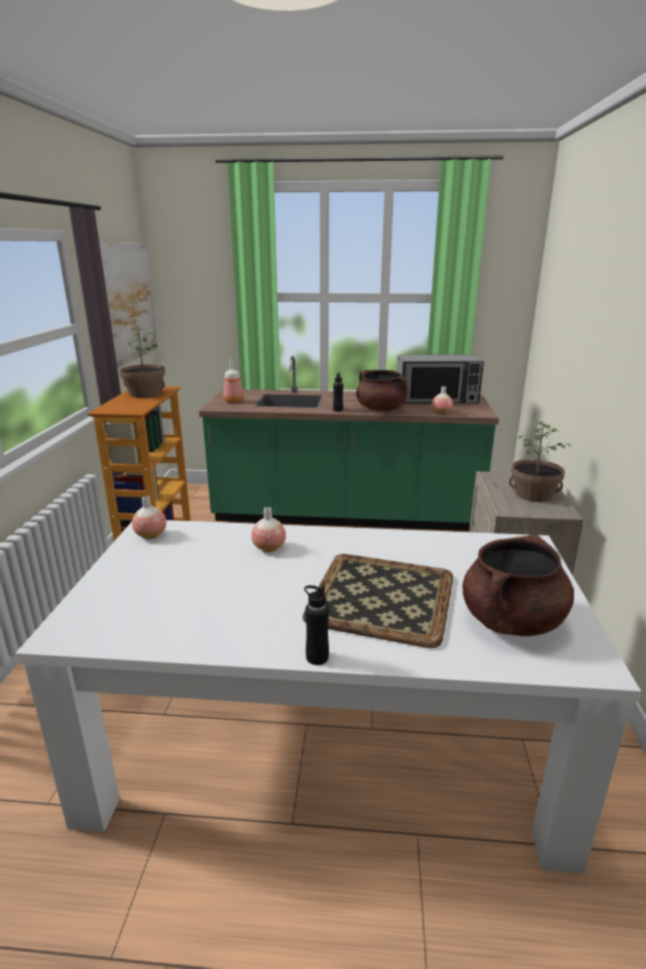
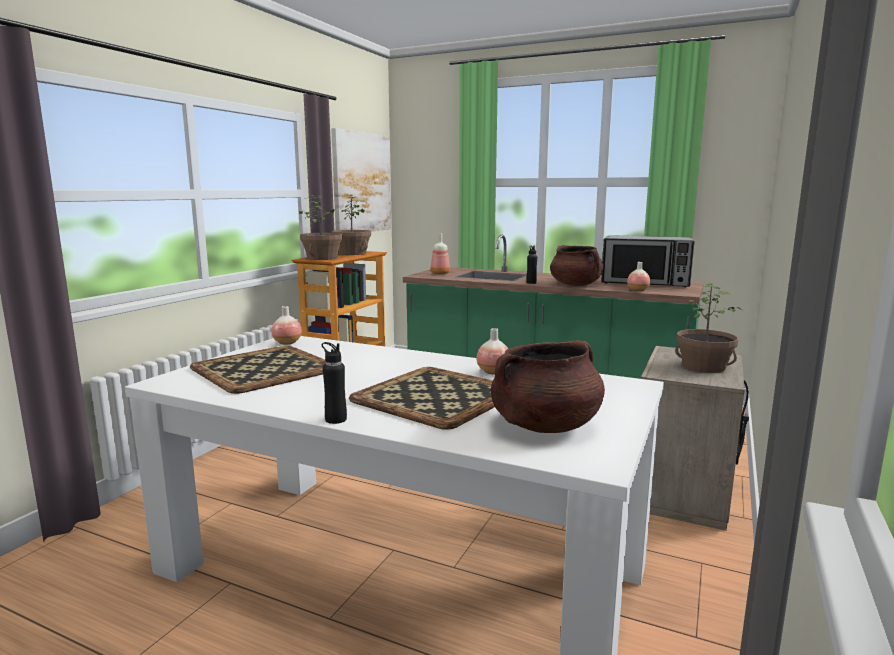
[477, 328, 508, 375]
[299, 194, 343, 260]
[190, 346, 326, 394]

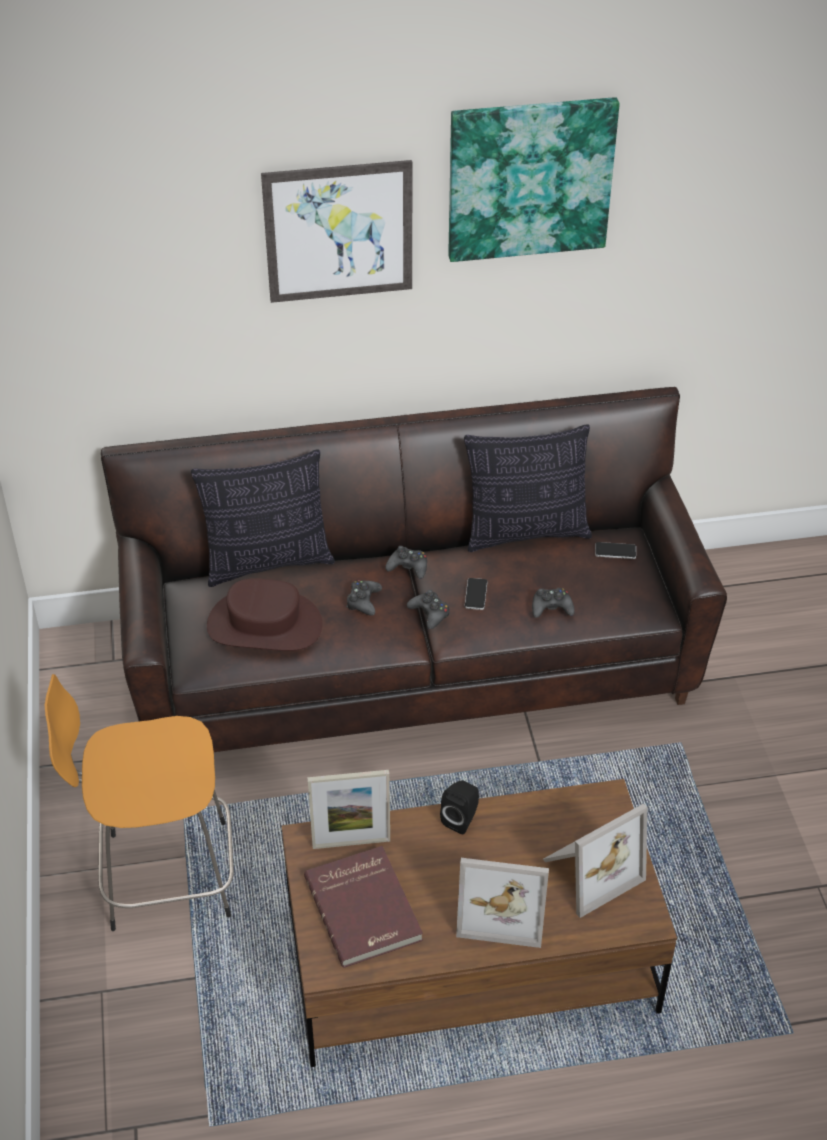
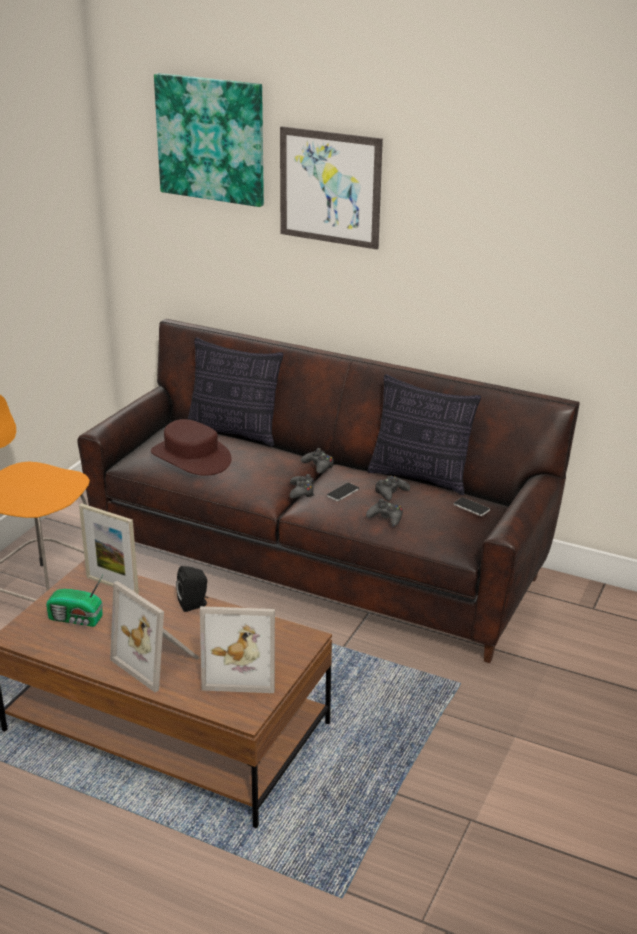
[154, 73, 264, 207]
[375, 476, 410, 501]
[46, 575, 103, 627]

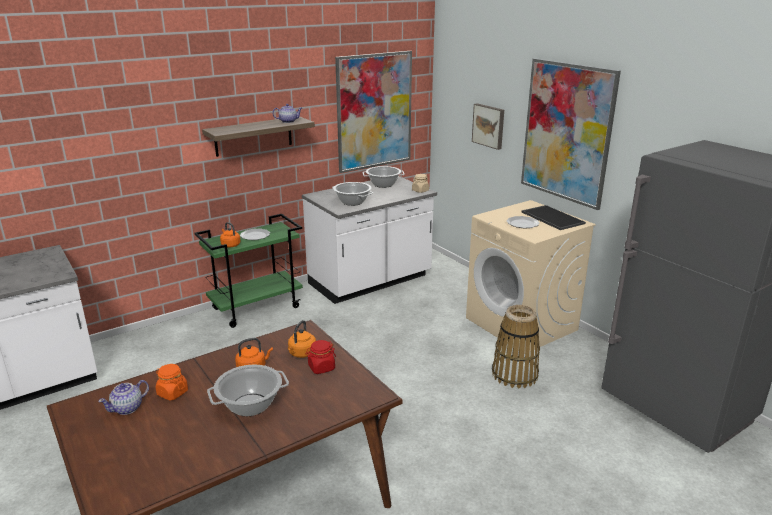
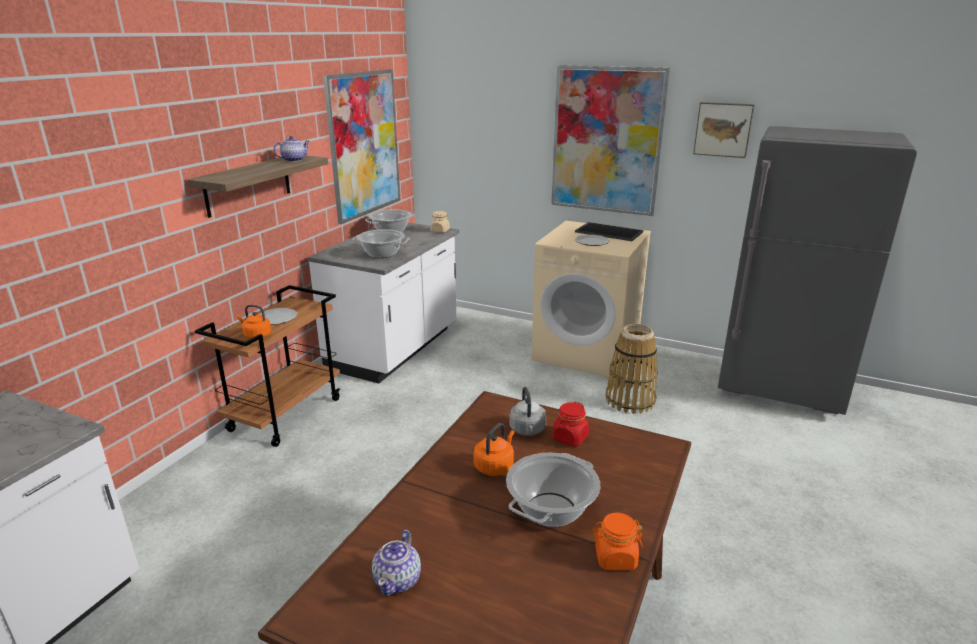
[693, 102, 755, 158]
[195, 285, 340, 447]
[509, 387, 546, 436]
[592, 513, 643, 570]

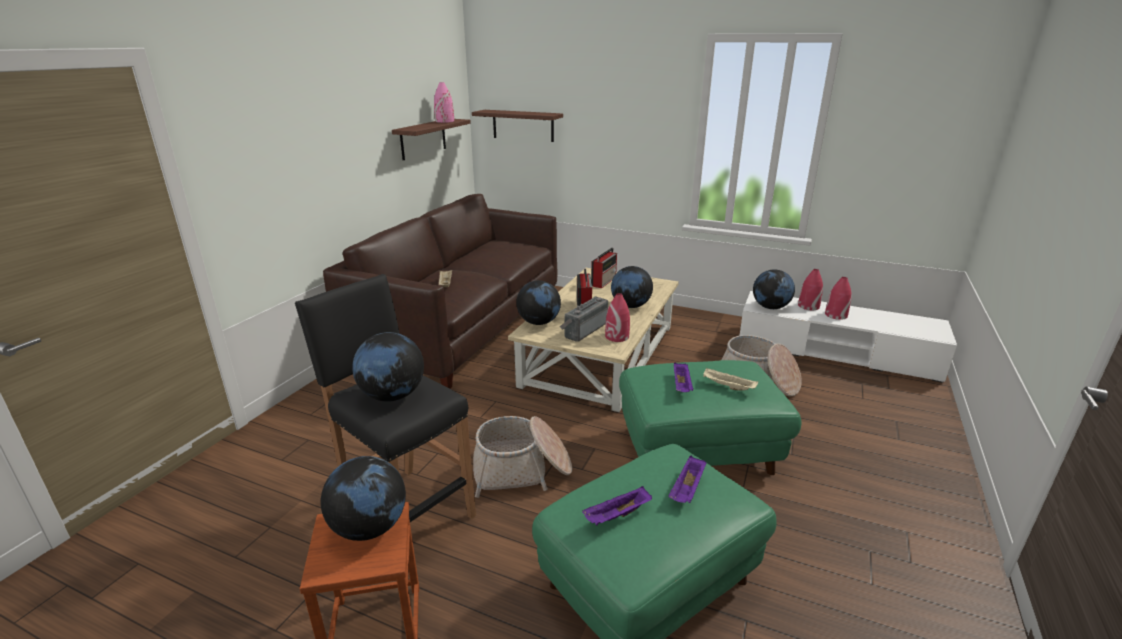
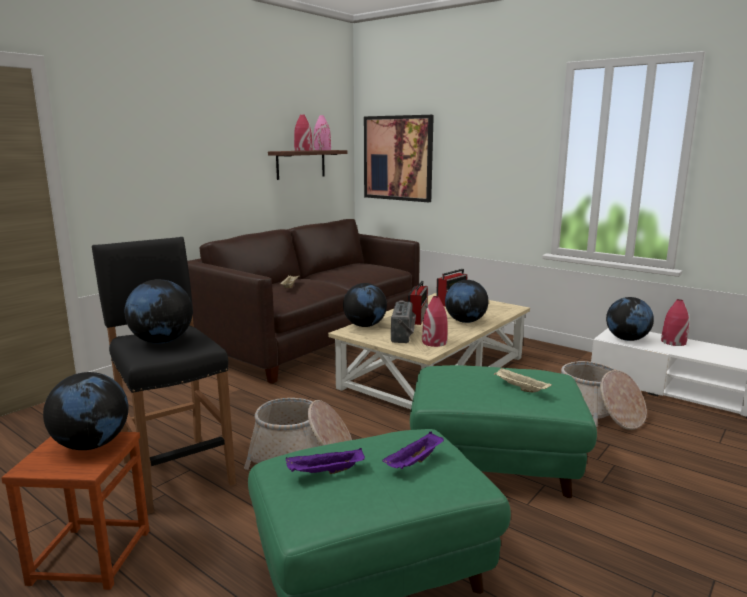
[364, 115, 434, 202]
[294, 115, 312, 151]
[391, 300, 416, 343]
[674, 362, 693, 392] (first image)

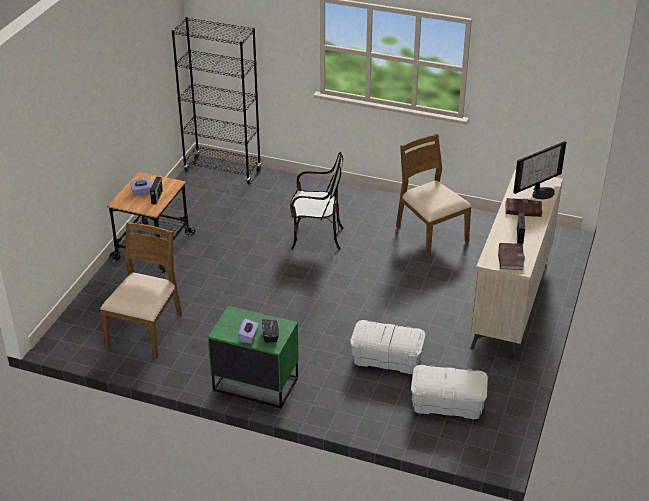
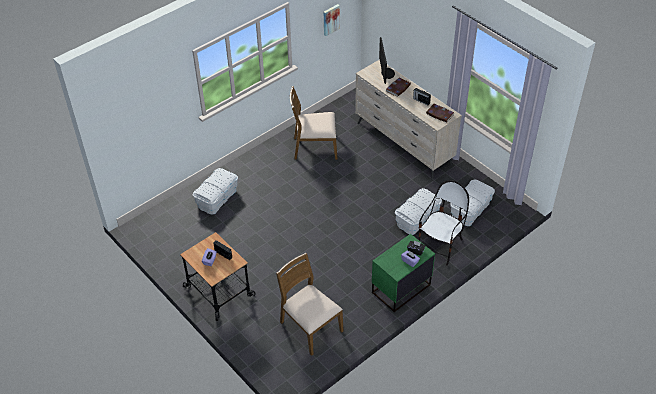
[172, 17, 261, 184] (first image)
[418, 180, 469, 266]
[324, 4, 340, 36]
[193, 168, 238, 215]

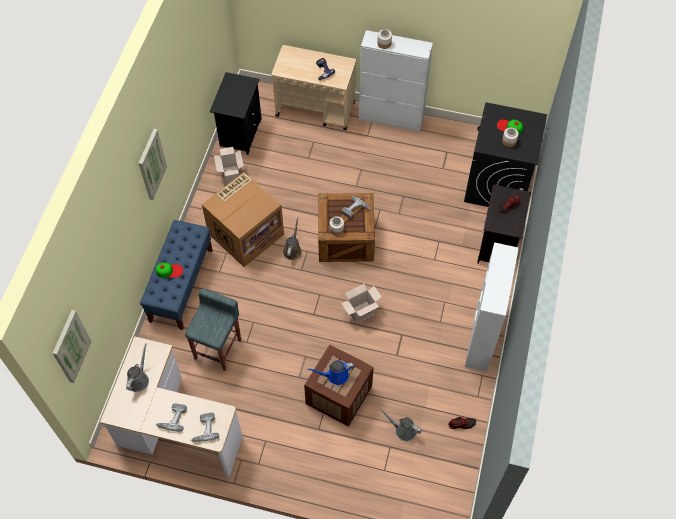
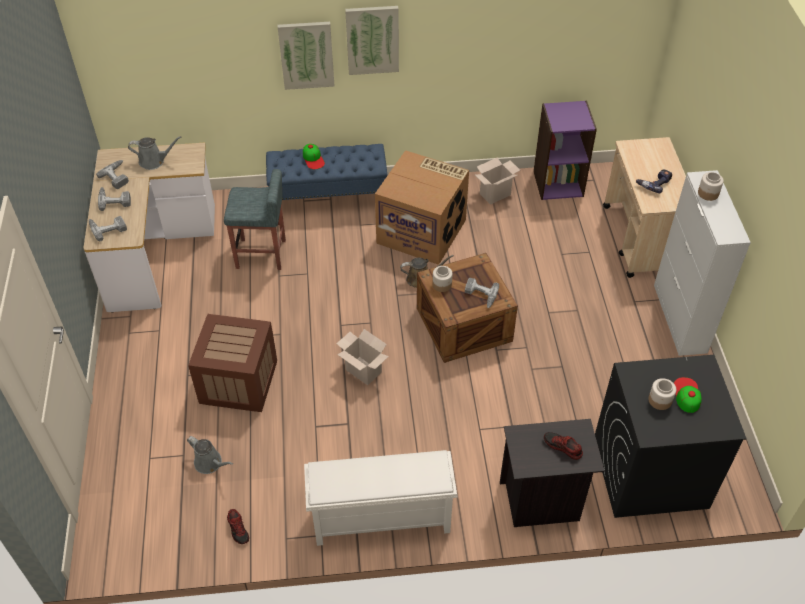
[533, 101, 597, 200]
[304, 450, 457, 546]
[278, 22, 335, 90]
[307, 360, 354, 385] (first image)
[187, 436, 233, 474]
[96, 160, 129, 189]

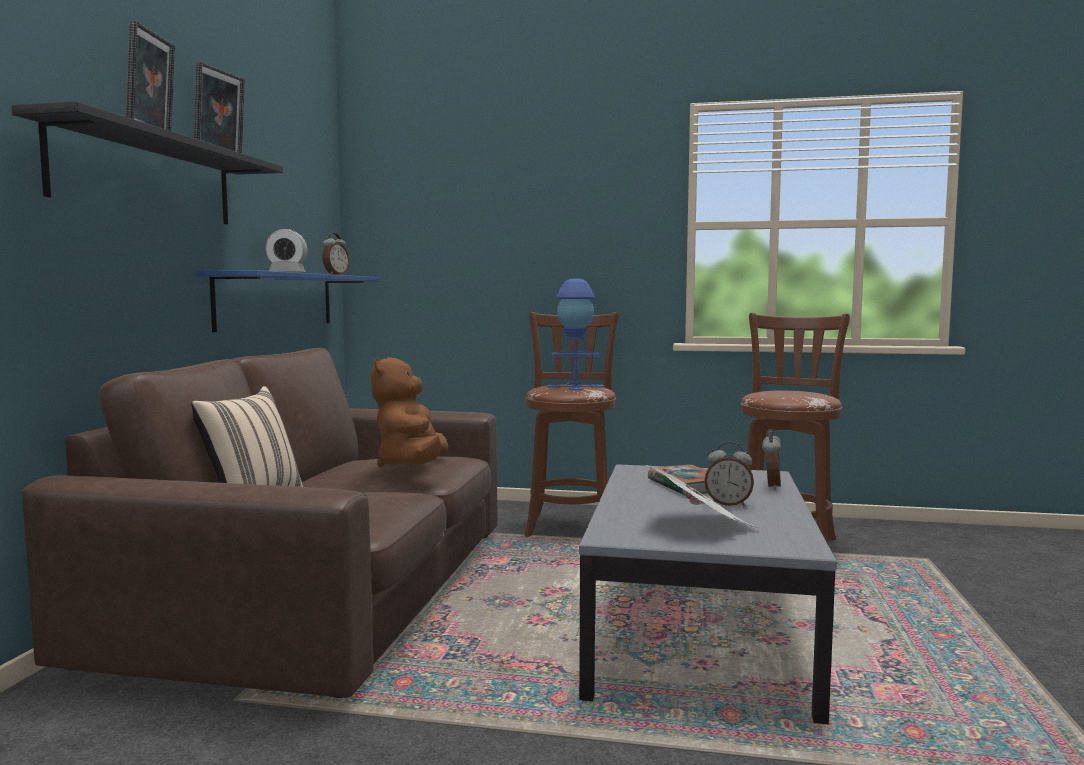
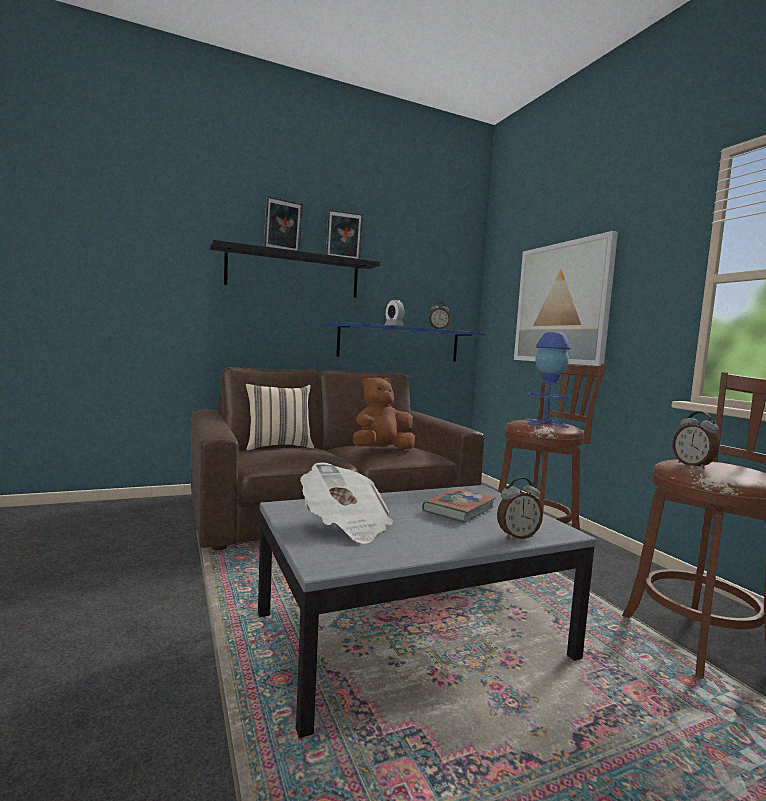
[672, 412, 719, 469]
[514, 231, 618, 366]

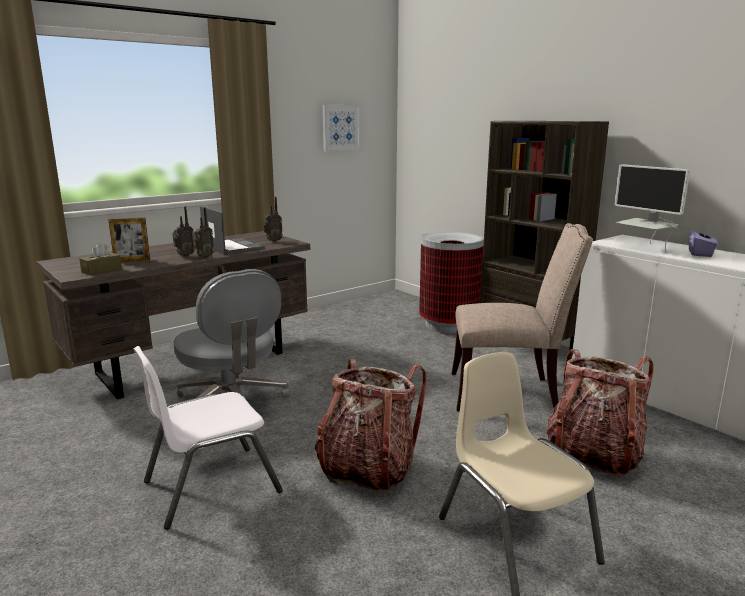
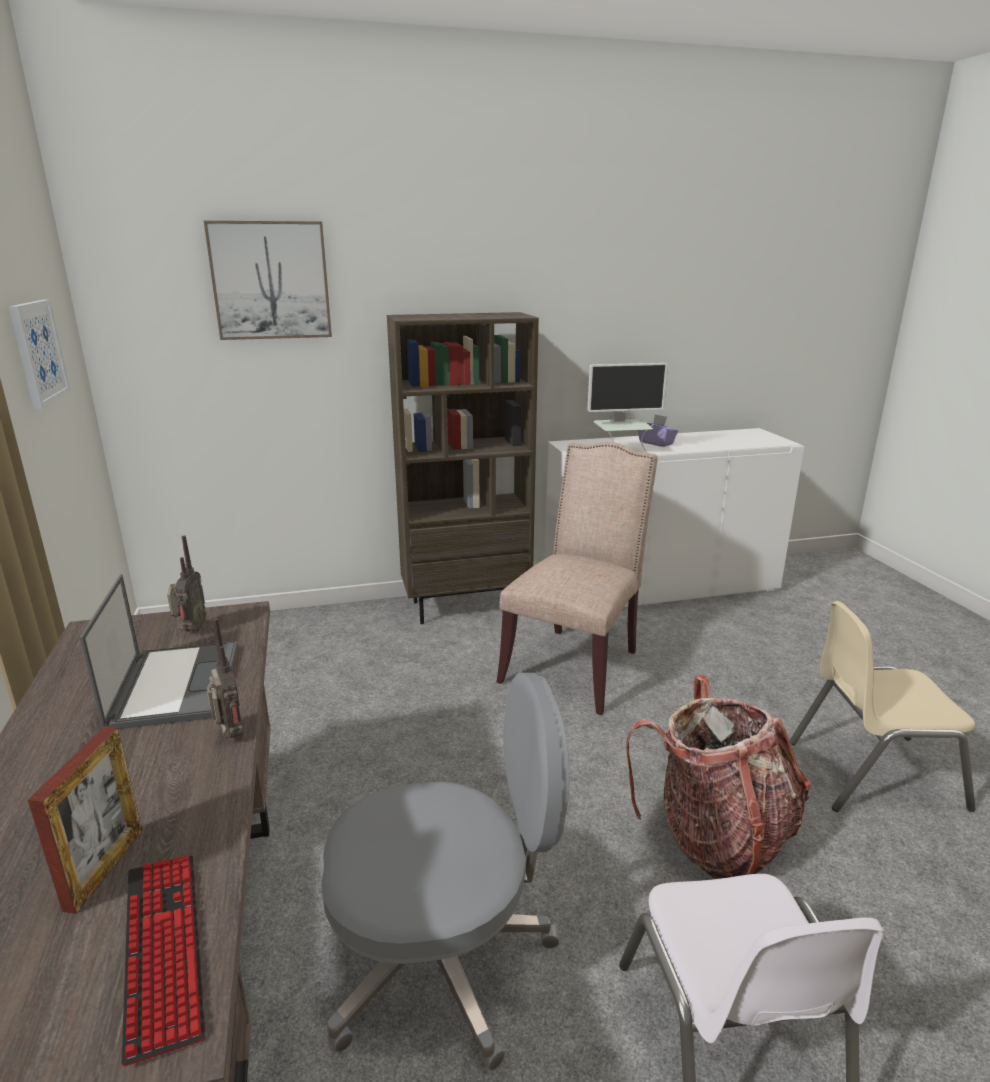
[172, 206, 195, 257] (first image)
[79, 574, 238, 729]
[419, 232, 484, 333] (first image)
[122, 855, 206, 1067]
[546, 349, 654, 477] (first image)
[204, 221, 332, 340]

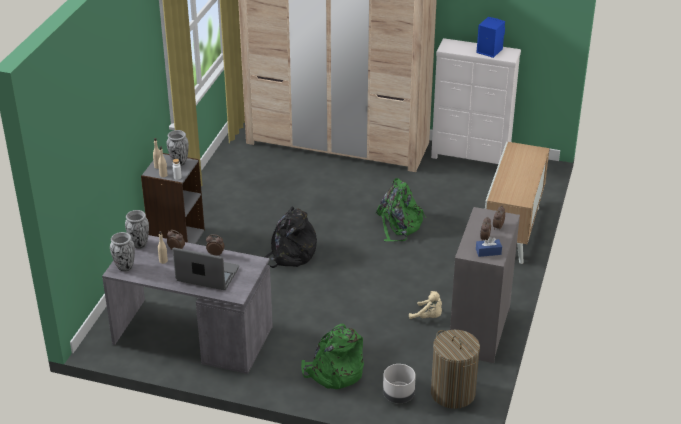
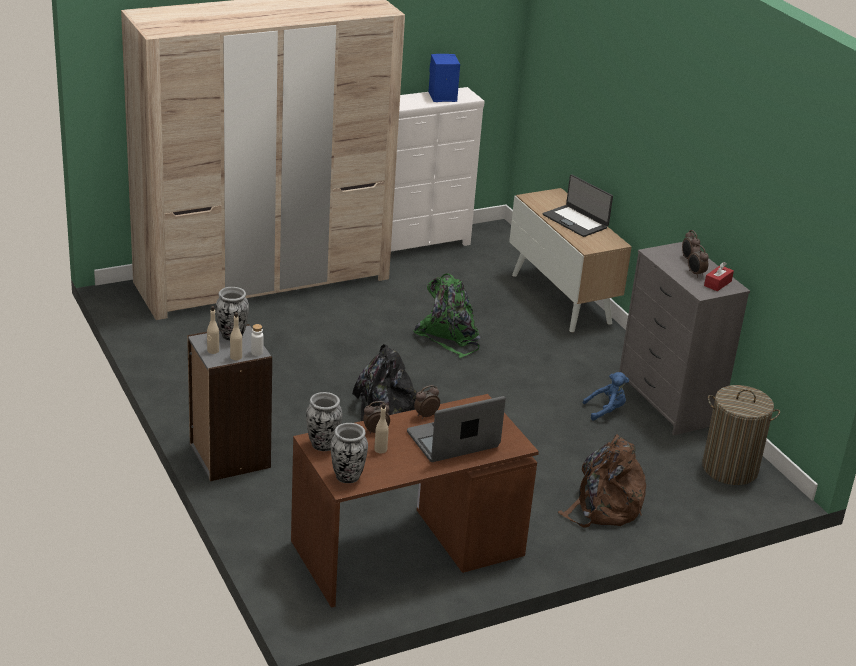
[291, 394, 539, 608]
[704, 262, 734, 291]
[583, 372, 629, 420]
[558, 434, 646, 528]
[383, 364, 416, 403] (first image)
[543, 174, 613, 237]

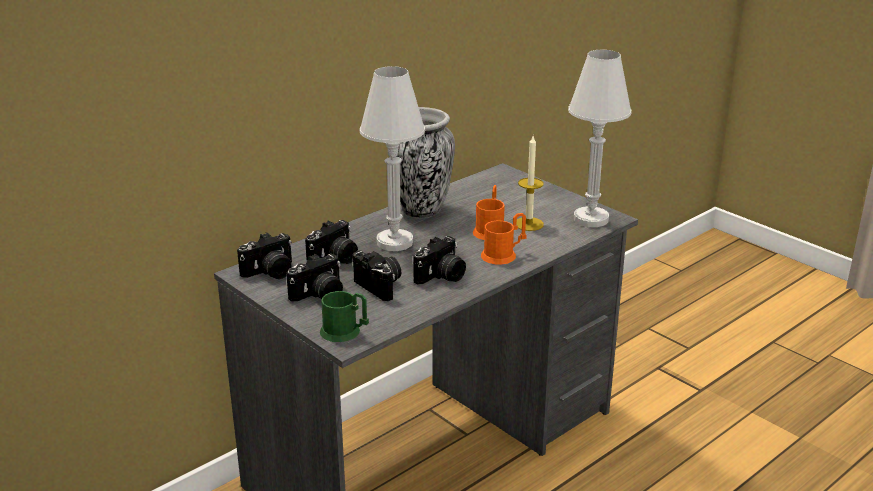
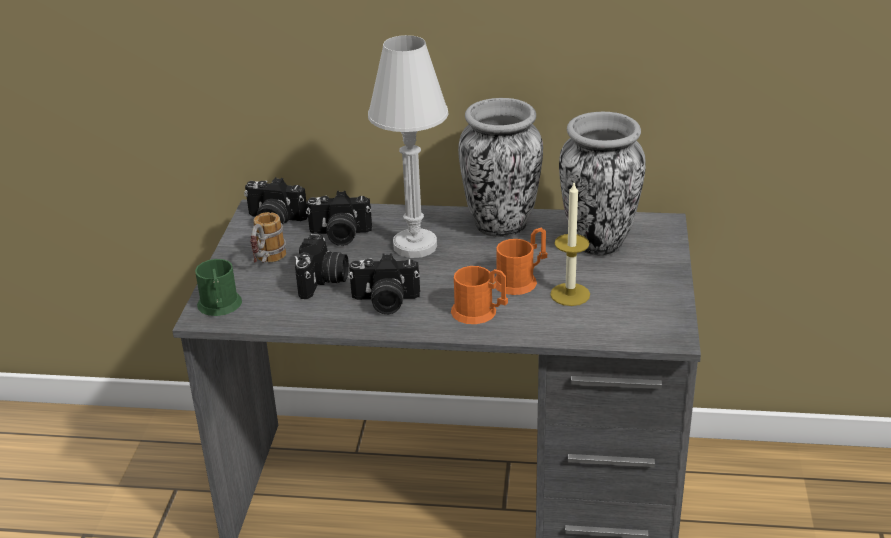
[568, 50, 632, 227] (first image)
[250, 212, 286, 263]
[559, 112, 646, 256]

